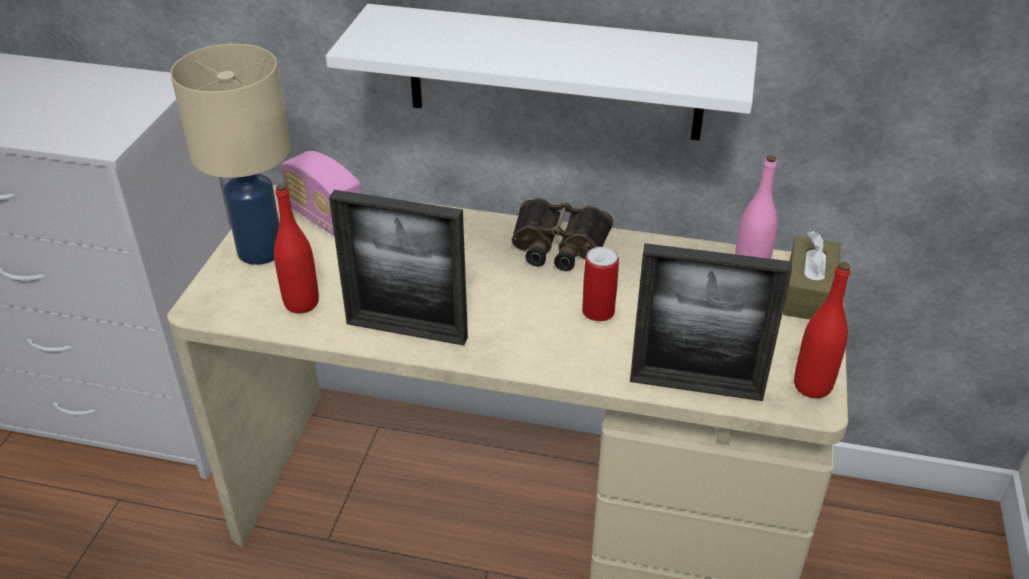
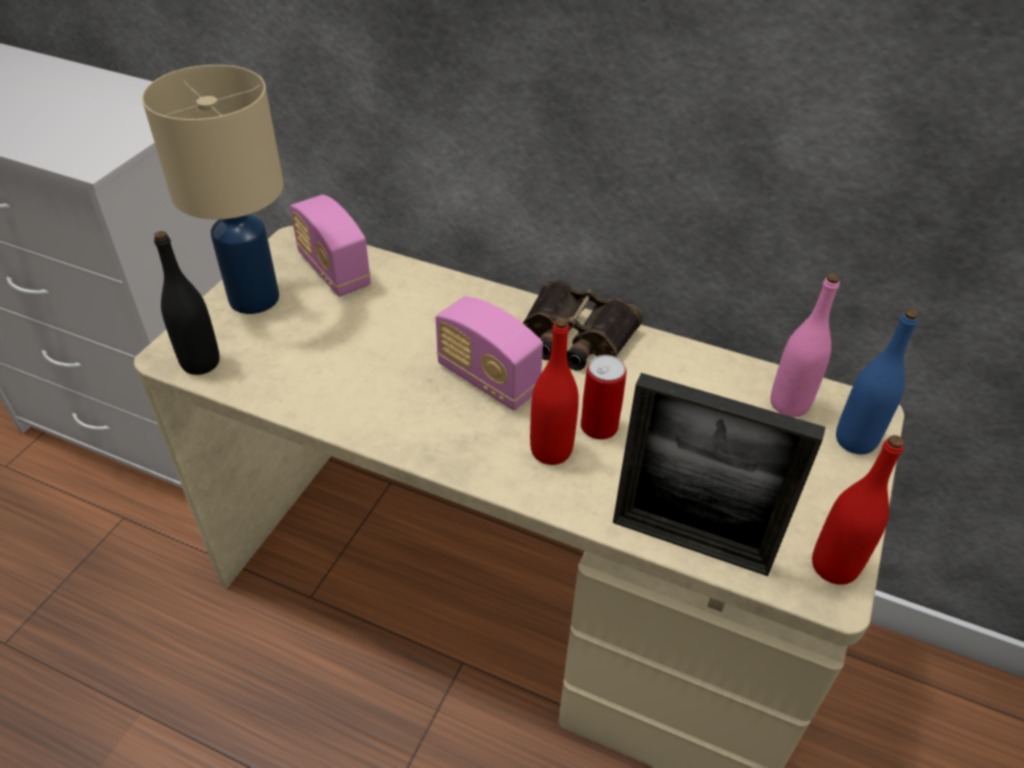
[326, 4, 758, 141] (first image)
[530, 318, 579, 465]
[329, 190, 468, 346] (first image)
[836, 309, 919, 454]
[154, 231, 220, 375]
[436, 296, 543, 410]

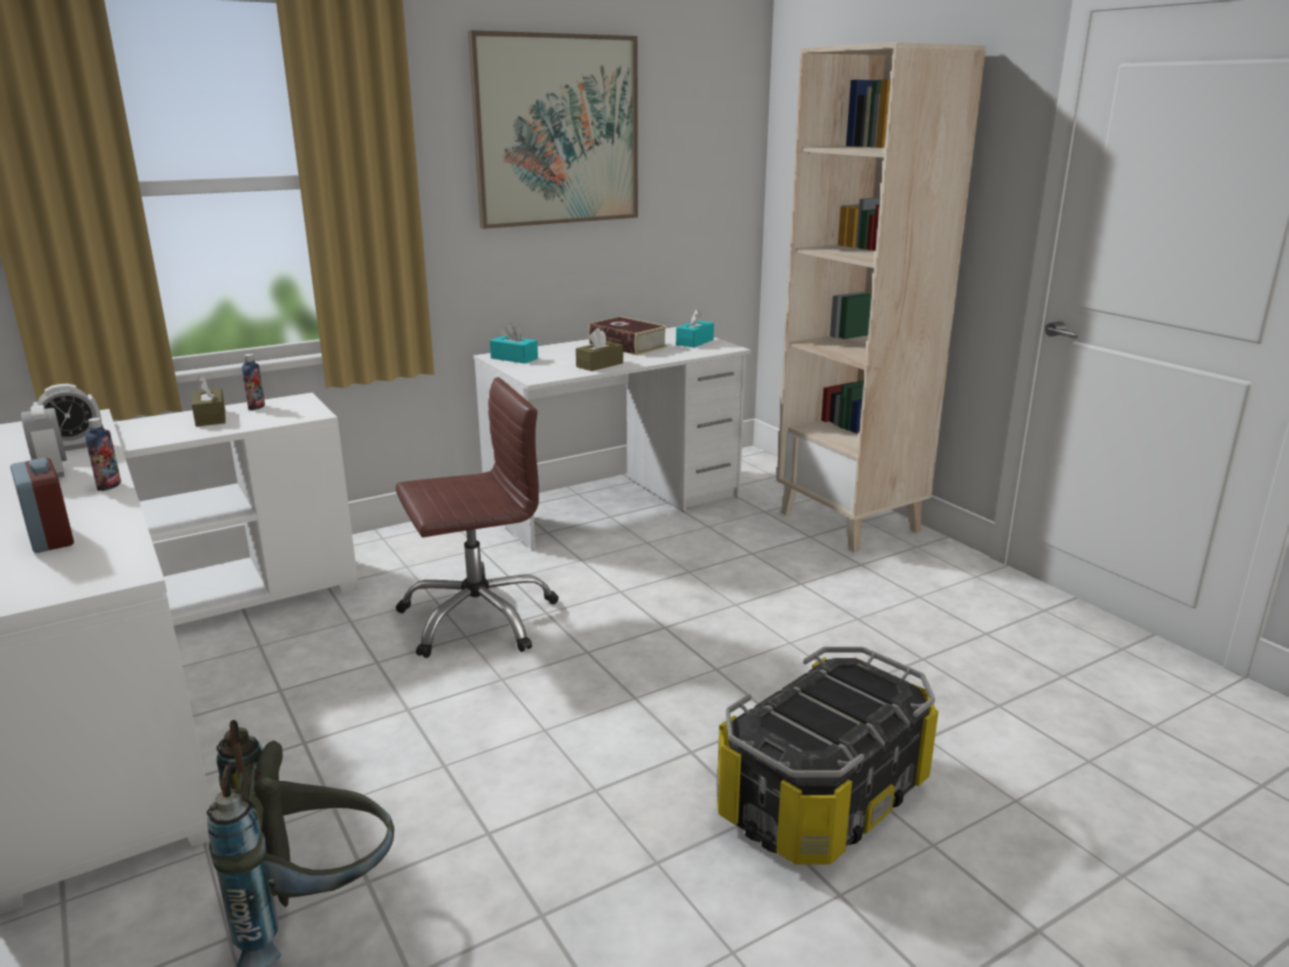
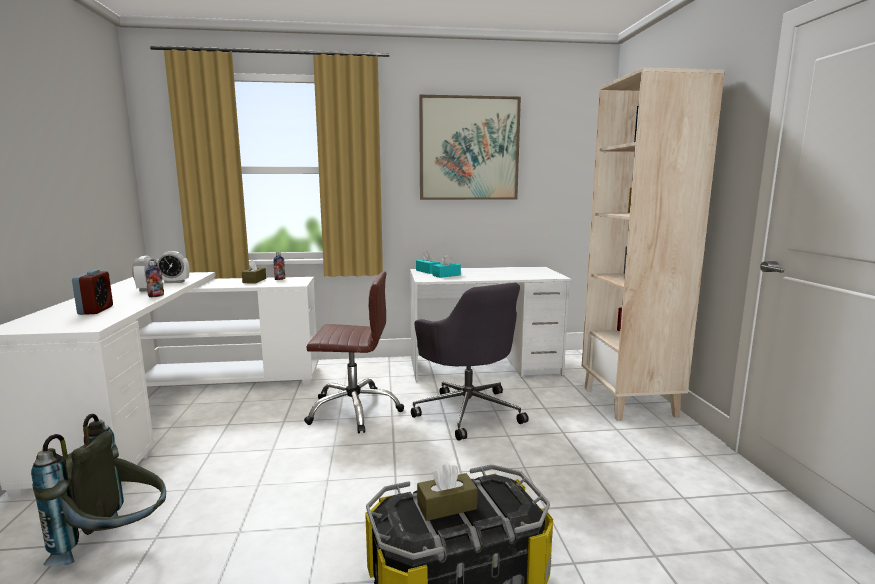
[432, 254, 461, 278]
[588, 316, 668, 355] (first image)
[417, 463, 478, 521]
[411, 282, 529, 441]

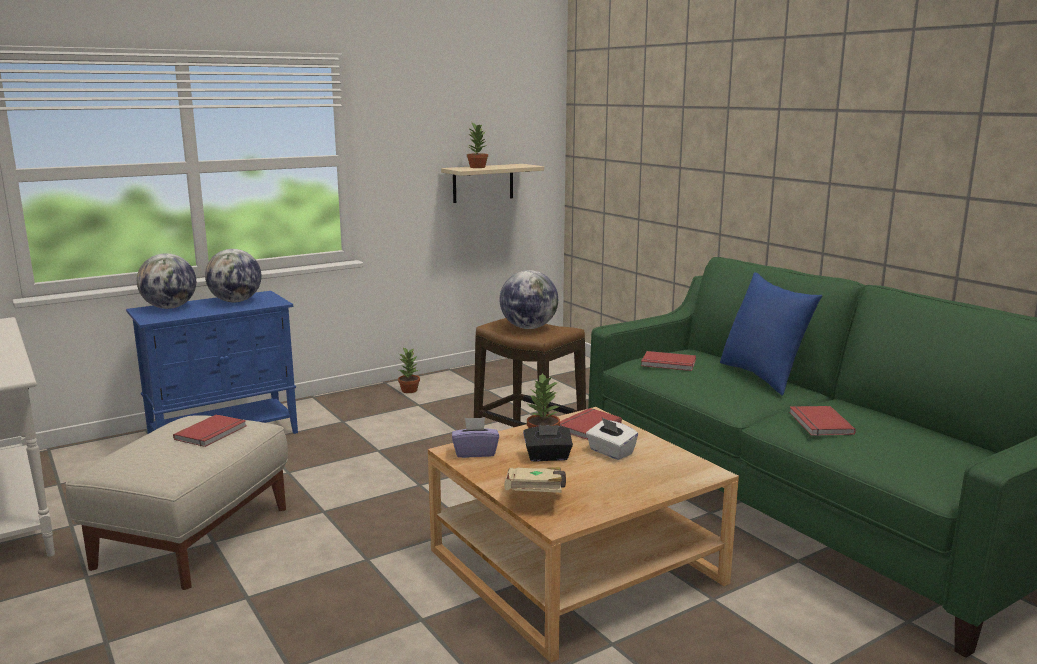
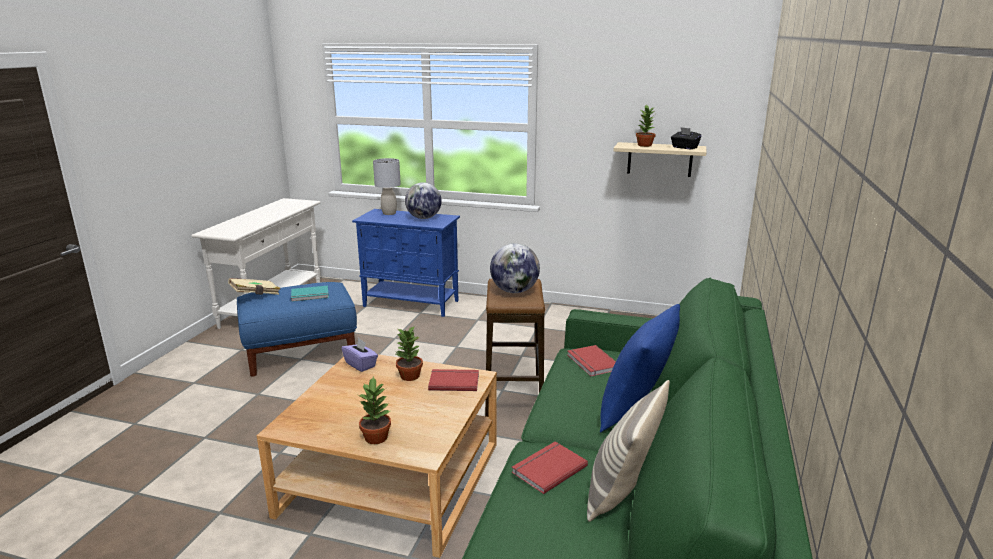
[373, 158, 401, 215]
[358, 376, 391, 444]
[291, 286, 329, 302]
[237, 282, 357, 377]
[586, 418, 638, 460] (first image)
[671, 127, 701, 149]
[228, 278, 280, 295]
[587, 380, 670, 522]

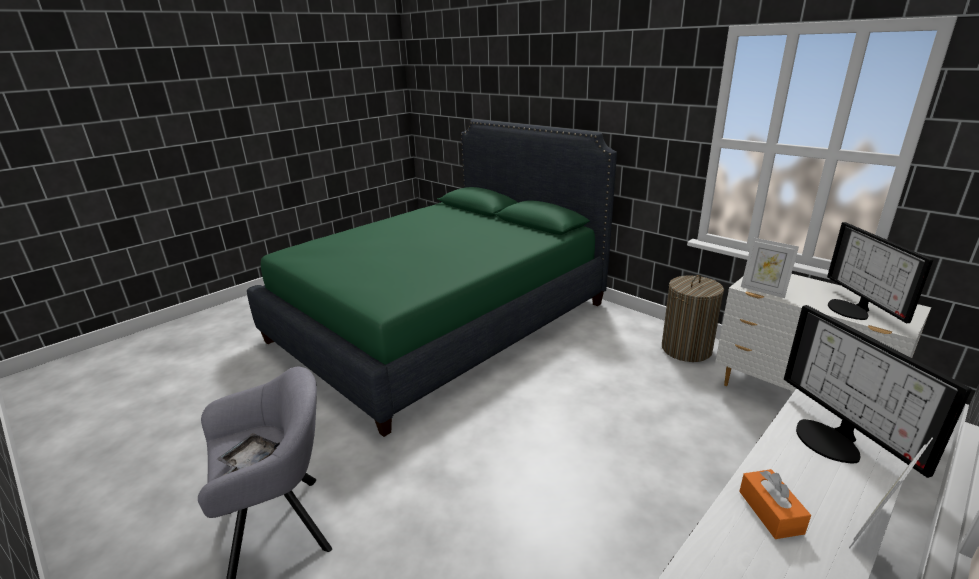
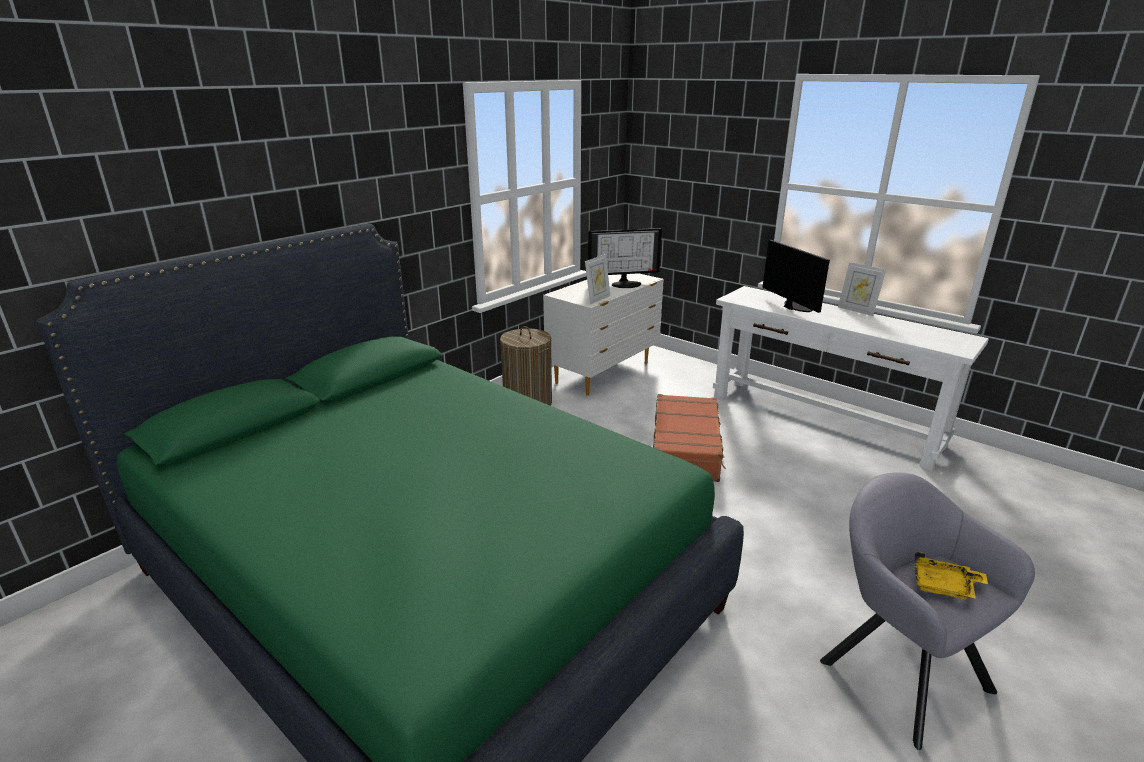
[762, 240, 830, 313]
[915, 552, 988, 600]
[739, 469, 811, 539] (first image)
[653, 394, 726, 482]

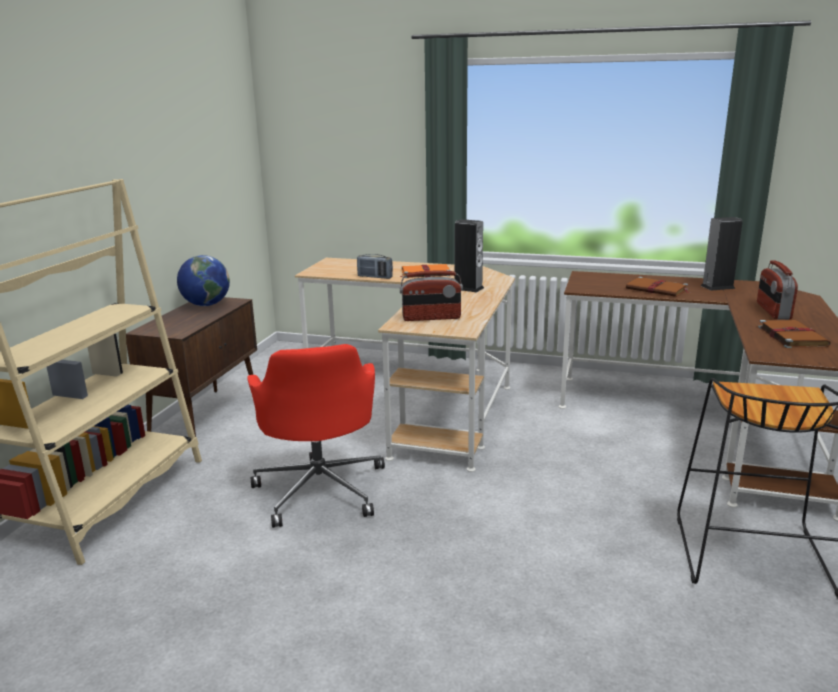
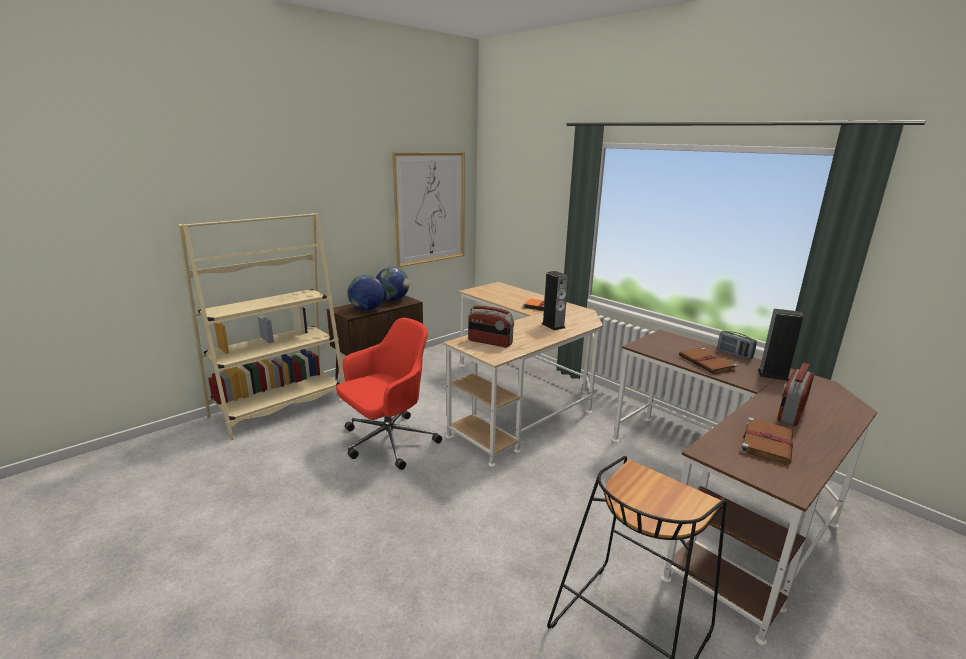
[717, 331, 757, 360]
[336, 318, 442, 470]
[392, 152, 465, 267]
[347, 275, 384, 311]

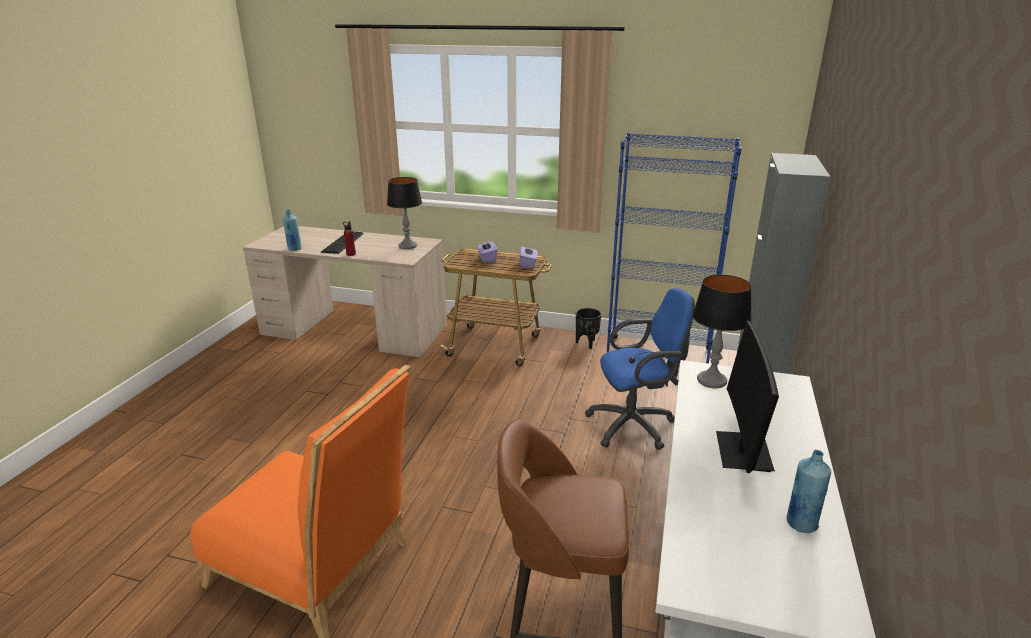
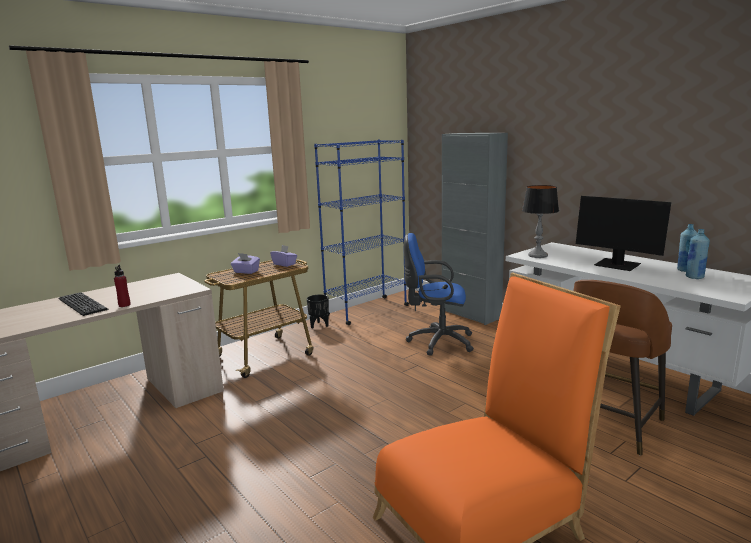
[387, 177, 422, 249] (first image)
[685, 229, 710, 279]
[404, 233, 474, 356]

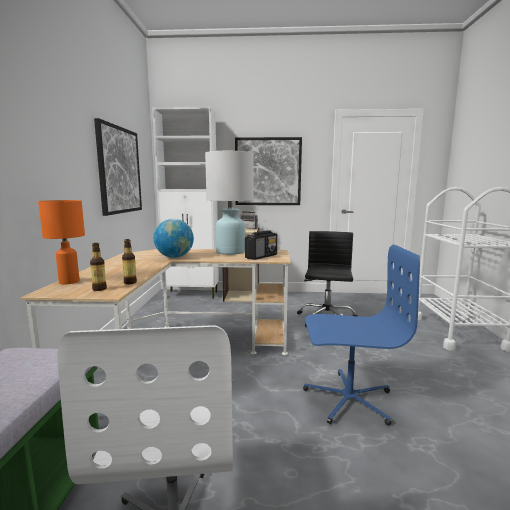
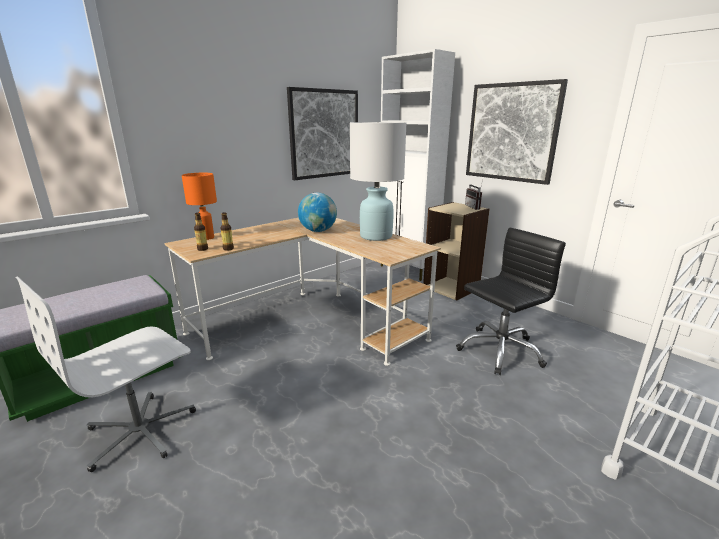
[245, 230, 277, 260] (first image)
[303, 244, 420, 426] (first image)

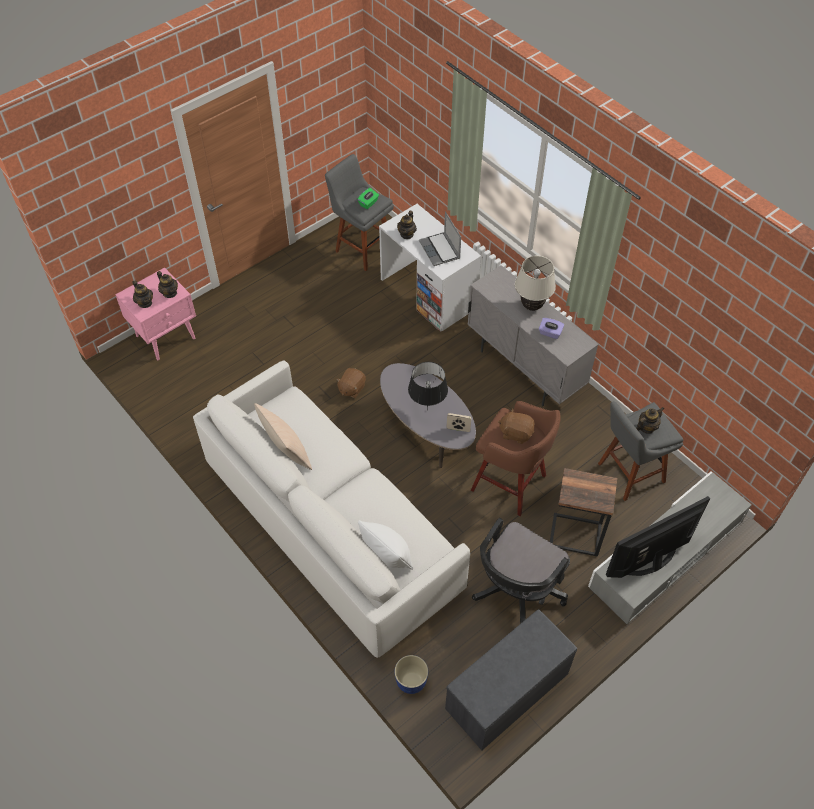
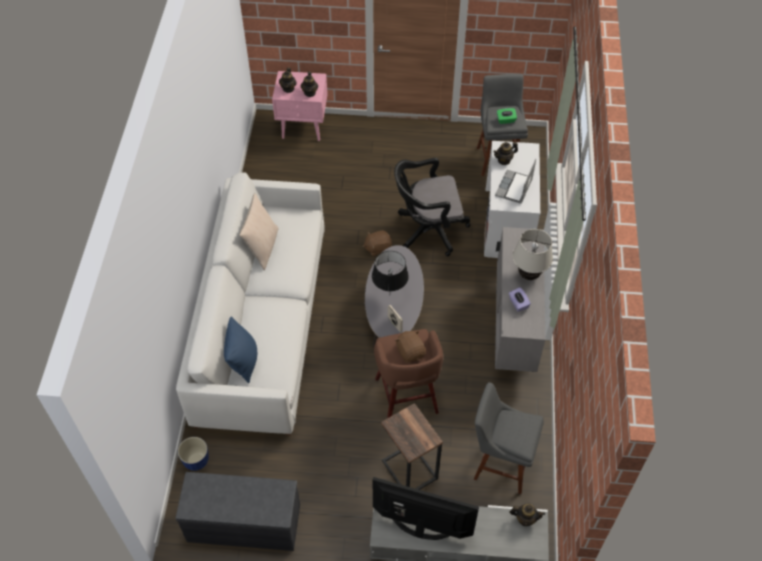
[509, 504, 545, 526]
[394, 158, 471, 256]
[224, 317, 257, 383]

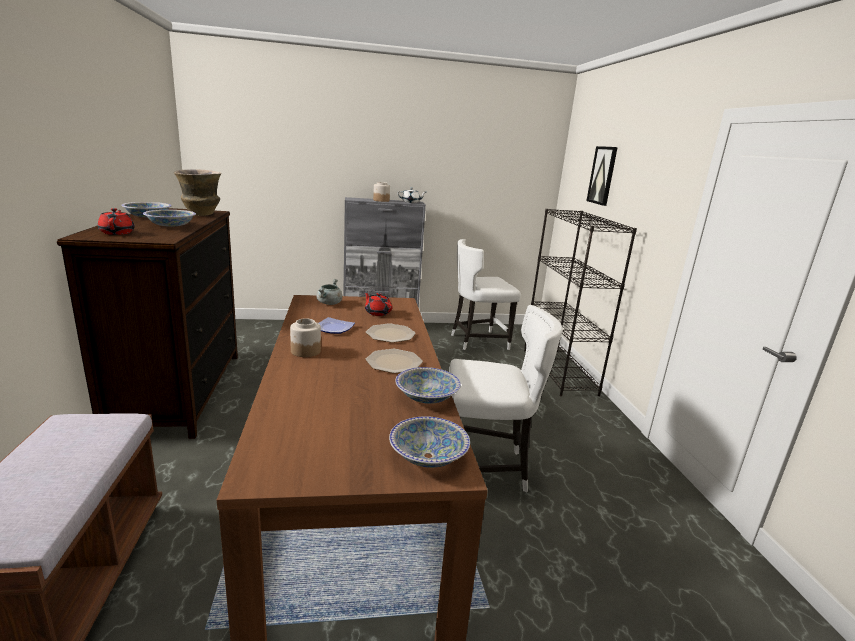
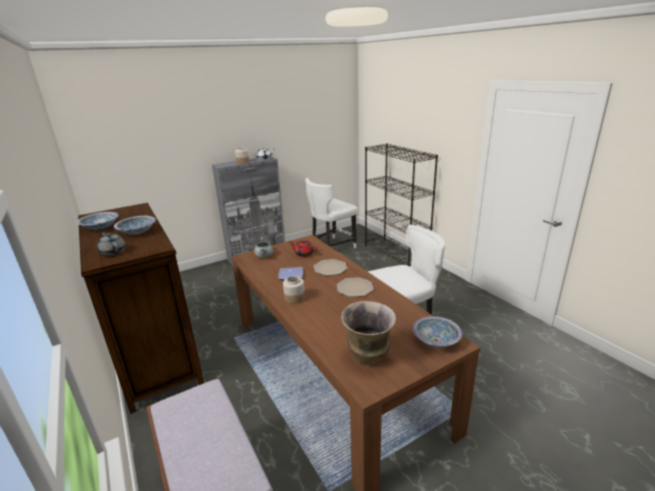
[586, 146, 618, 206] (first image)
[341, 301, 396, 365]
[97, 232, 126, 256]
[395, 367, 461, 404] (first image)

